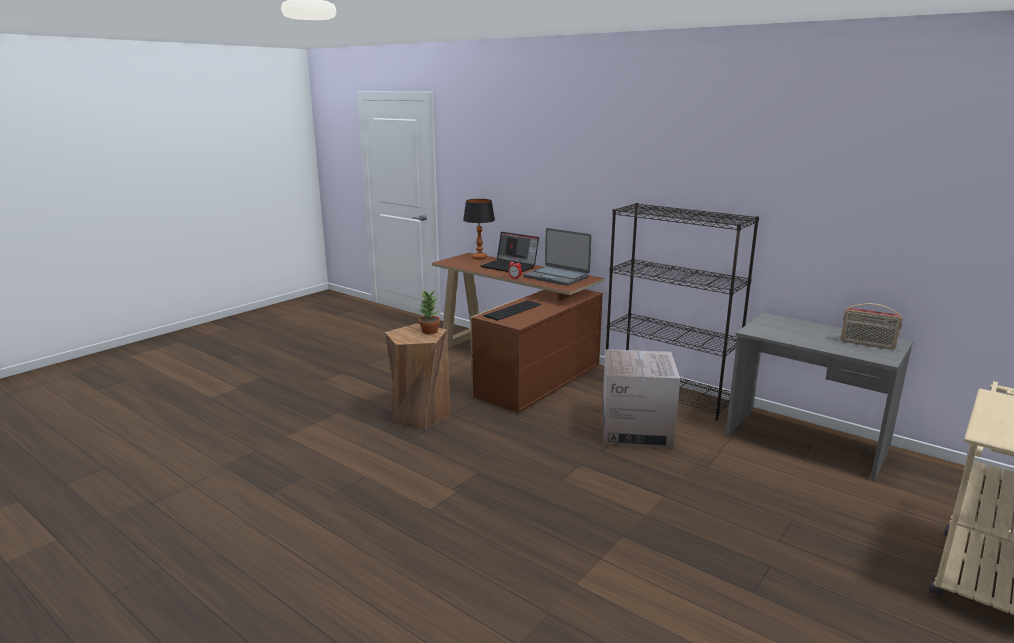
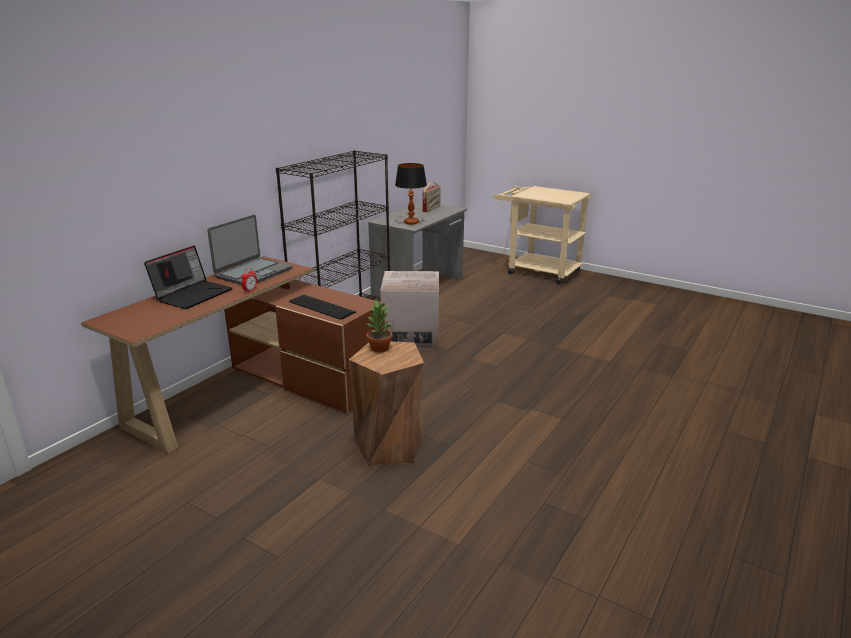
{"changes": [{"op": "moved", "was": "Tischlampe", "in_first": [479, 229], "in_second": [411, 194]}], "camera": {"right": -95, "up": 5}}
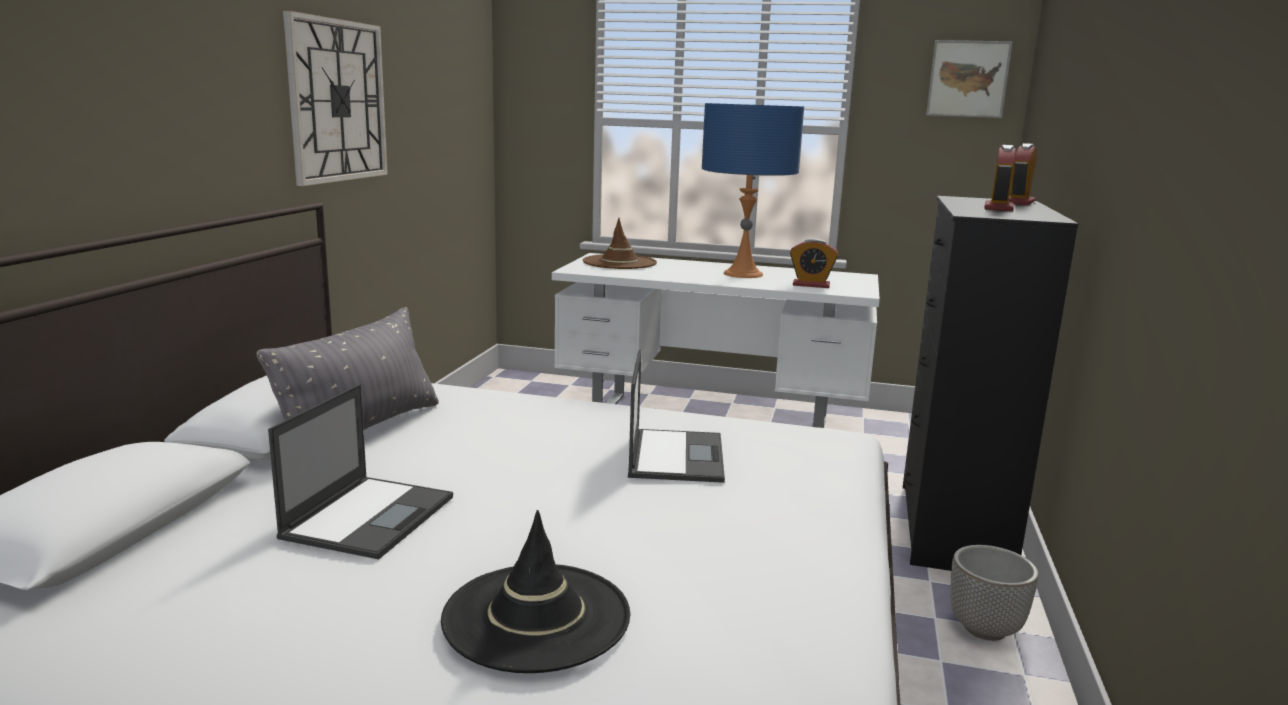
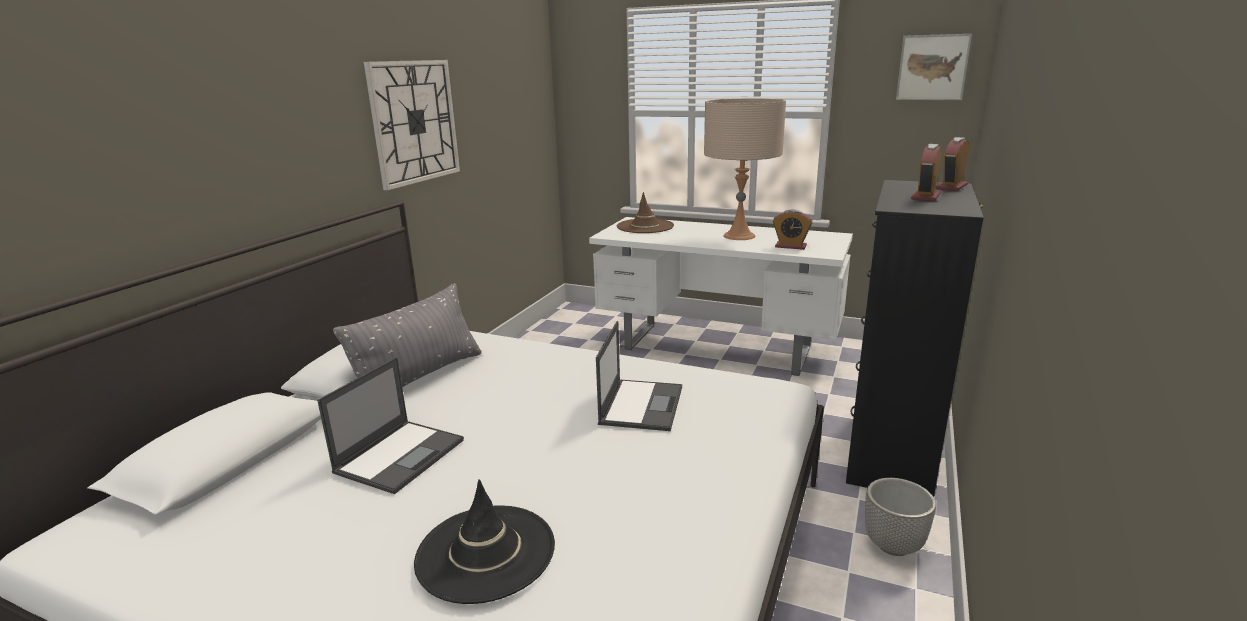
{"changes": [{"op": "recoloured", "was": "Tischlampe [blau]", "now": "Tischlampe [beige]", "in_first": [753, 190], "in_second": [745, 169]}], "camera": {"right": 10, "up": 5}}
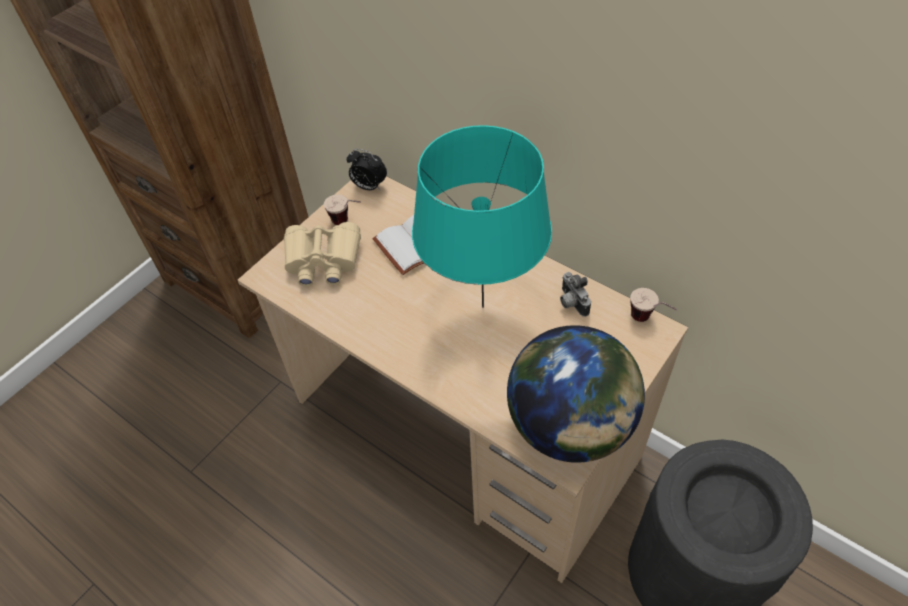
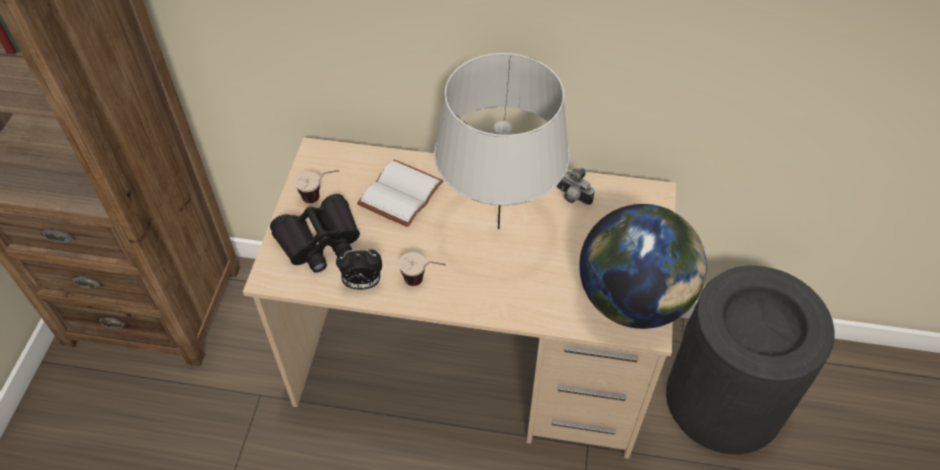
{"changes": [{"op": "moved", "was": "Wecker", "in_first": [366, 169], "in_second": [359, 269]}, {"op": "moved", "was": "Tasse", "in_first": [653, 305], "in_second": [422, 269]}, {"op": "recoloured", "was": "Fernglas [beige]", "now": "Fernglas [schwarz]", "in_first": [322, 254], "in_second": [315, 233]}, {"op": "recoloured", "was": "Tischlampe [türkis]", "now": "Tischlampe [grau]", "in_first": [482, 216], "in_second": [501, 141]}], "camera": {"right": -30, "up": 0}}
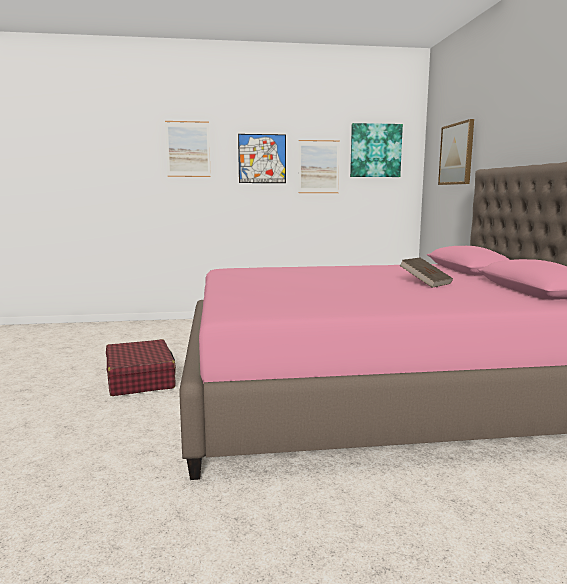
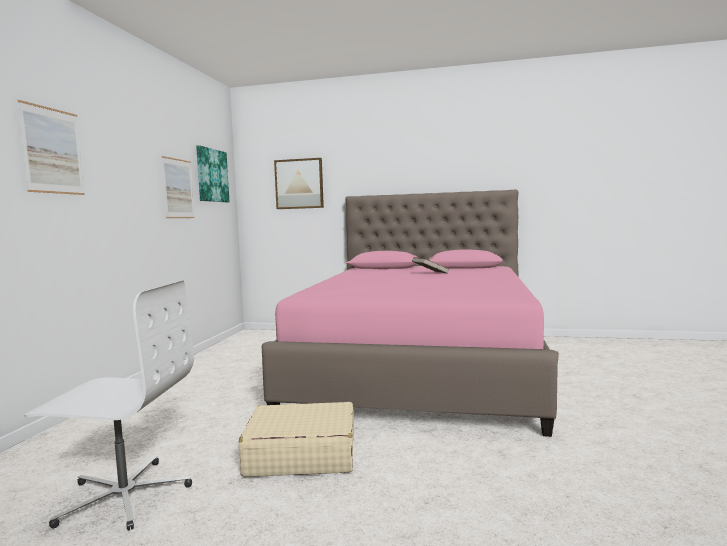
{"changes": [{"op": "removed", "was": "Bild", "in_first": [262, 158]}, {"op": "added", "now": "Bürostuhl [weiß]", "in_second": [109, 405]}, {"op": "recoloured", "was": "Koffer [rot]", "now": "Koffer [beige]", "in_first": [141, 367], "in_second": [296, 439]}], "camera": {"right": -70, "up": -5}}
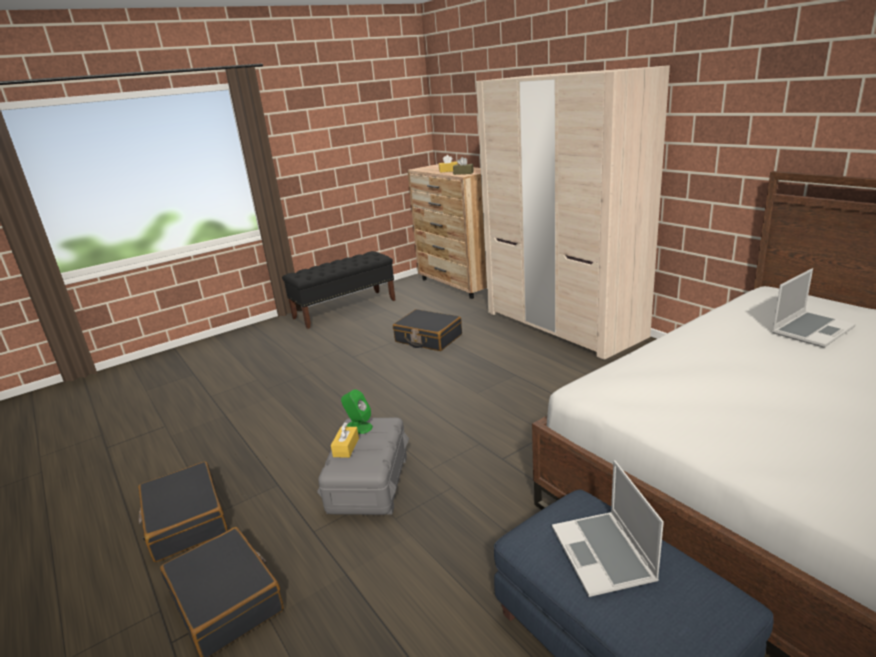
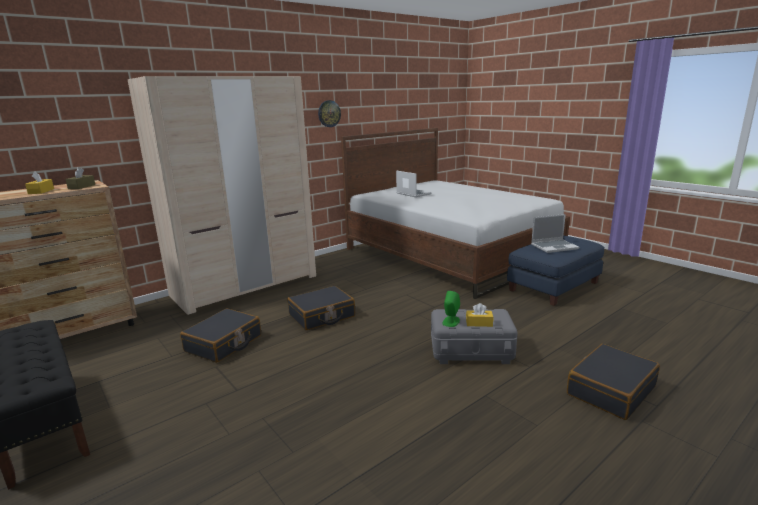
{"changes": [{"op": "added", "now": "Wanduhr", "in_second": [329, 113]}, {"op": "moved", "was": "Koffer [schwarz]", "in_first": [183, 511], "in_second": [321, 308]}], "camera": {"right": -95, "up": -5}}
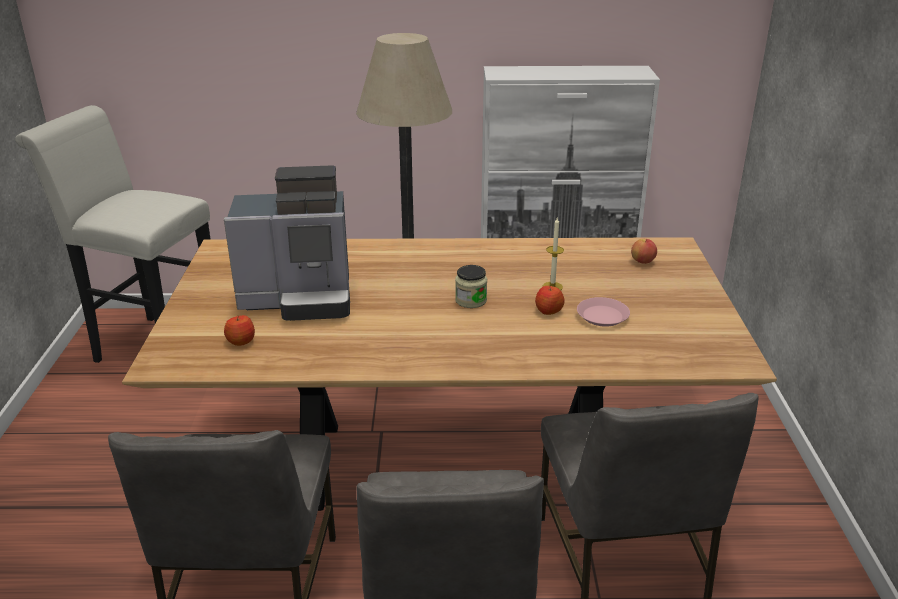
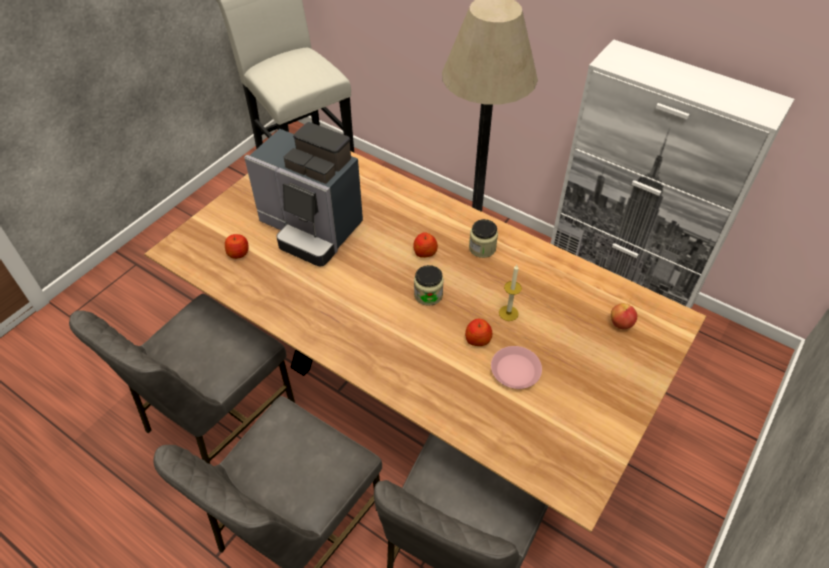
{"changes": [{"op": "added", "now": "Apfel", "in_second": [425, 245]}, {"op": "added", "now": "Vorratsglas", "in_second": [483, 238]}], "camera": {"right": 35, "up": 20}}
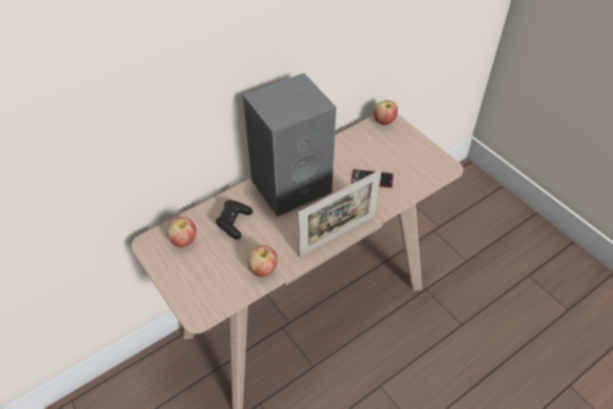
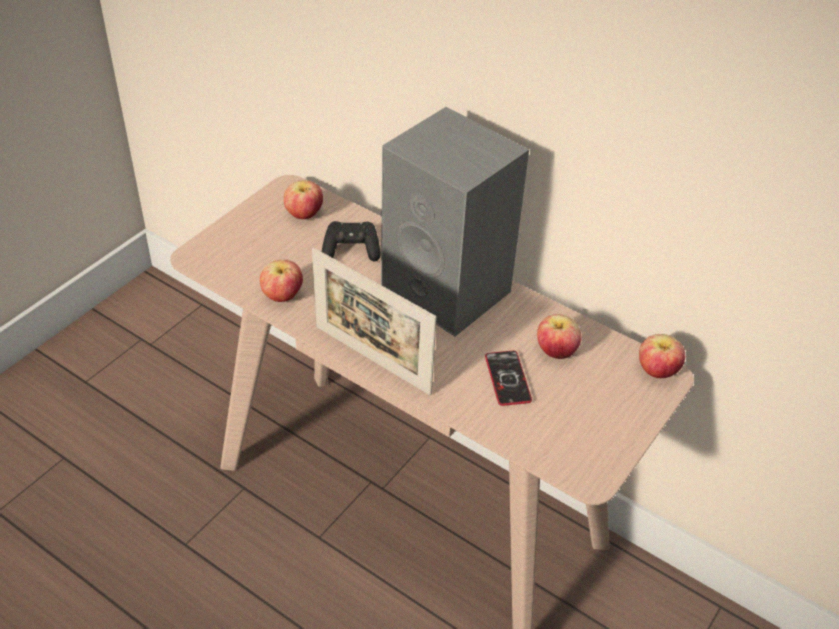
{"changes": [{"op": "added", "now": "Apfel", "in_second": [559, 336]}], "camera": {"right": 70, "up": -5}}
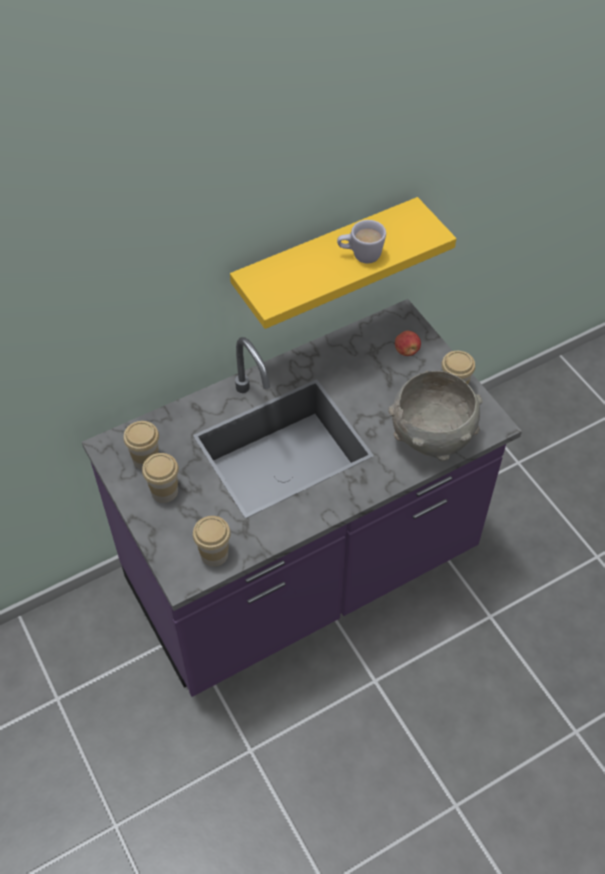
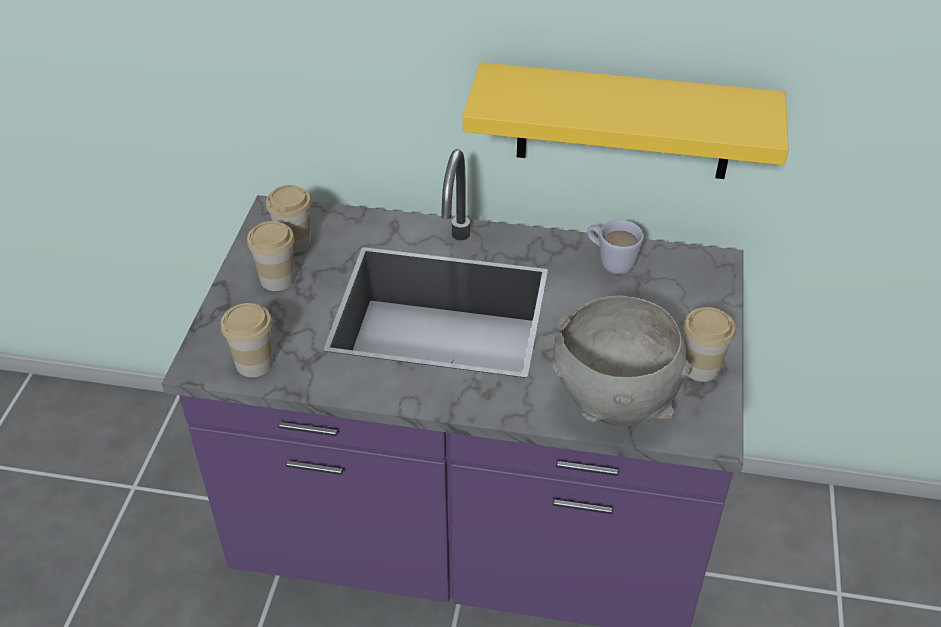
{"changes": [{"op": "removed", "was": "Apfel", "in_first": [408, 343]}, {"op": "moved", "was": "Henkelbecher [weiß]", "in_first": [361, 242], "in_second": [615, 247]}], "camera": {"right": 40, "up": -10}}
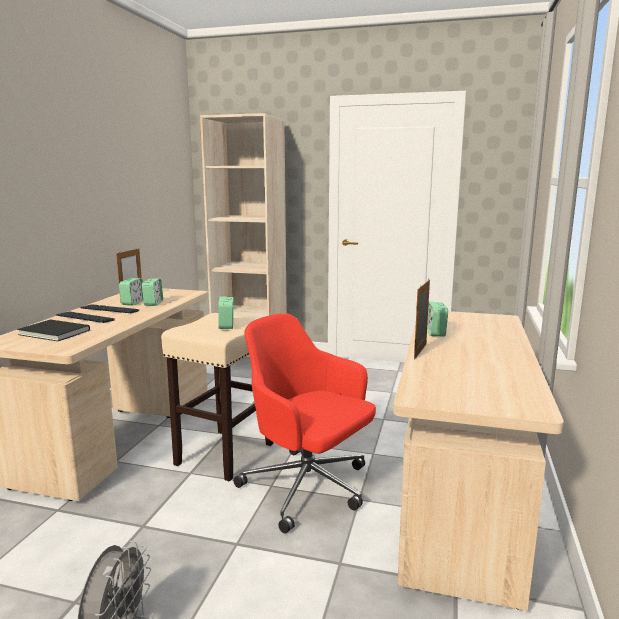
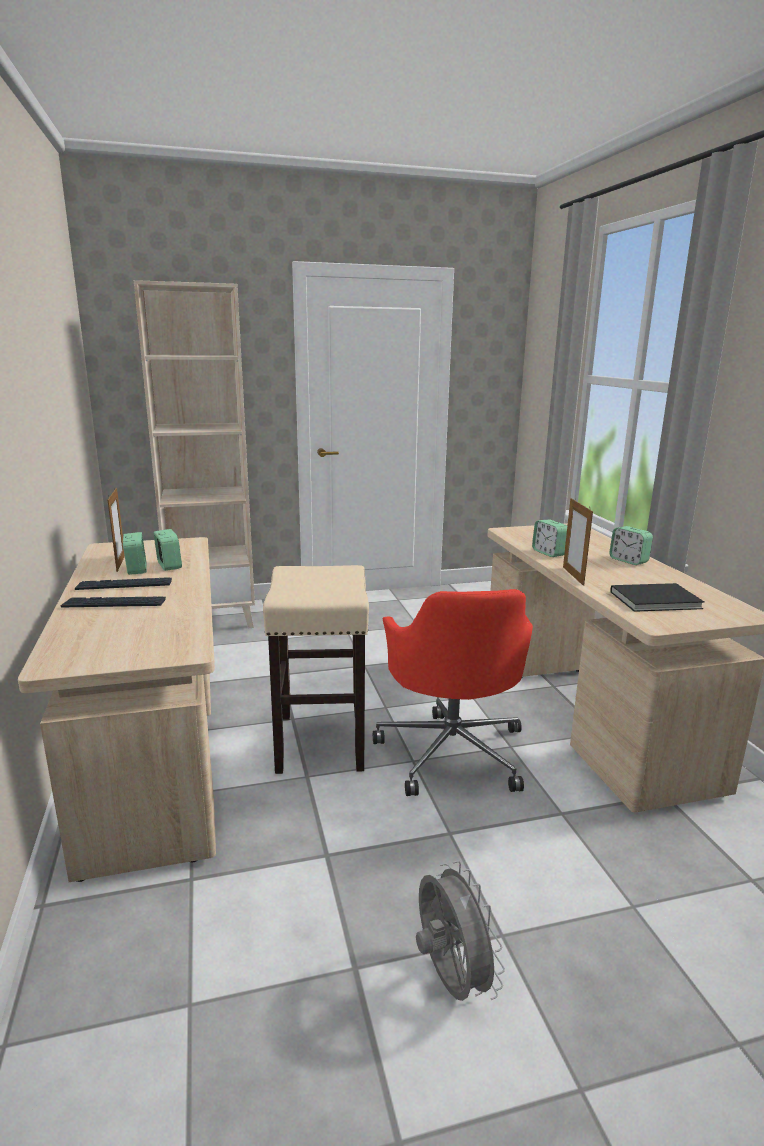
{"changes": [{"op": "moved", "was": "Buch [schwarz]", "in_first": [53, 330], "in_second": [657, 597]}, {"op": "moved", "was": "Wecker", "in_first": [226, 312], "in_second": [631, 545]}, {"op": "turned", "was": "Bürostuhl [rot]", "in_first": [304, 423], "in_second": [453, 692], "clockwise": -105}], "camera": {"right": -30, "up": 5}}
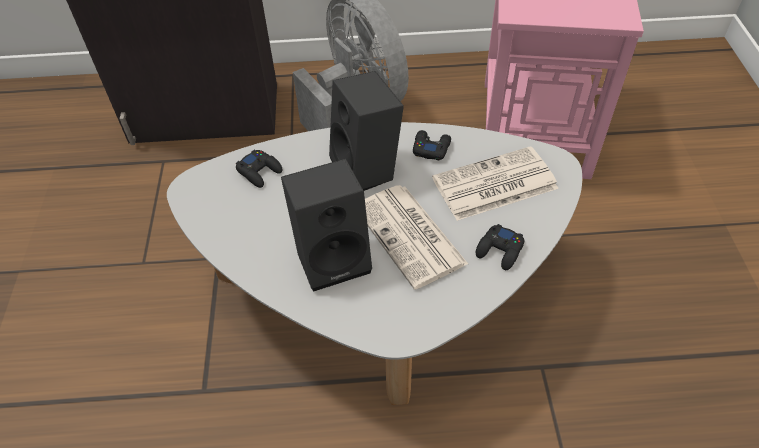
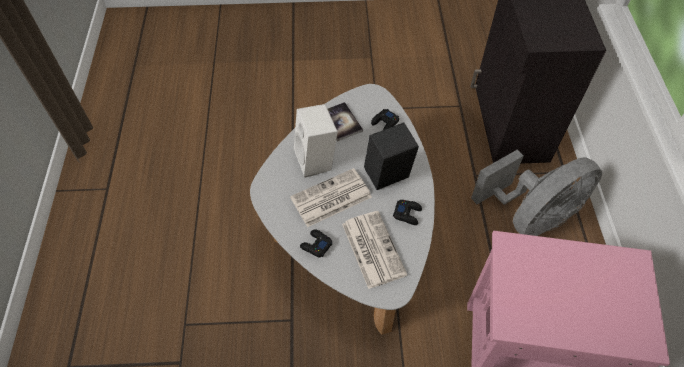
{"changes": [{"op": "added", "now": "Buch", "in_second": [345, 122]}, {"op": "recoloured", "was": "Lautsprecher [schwarz]", "now": "Lautsprecher [weiß]", "in_first": [326, 225], "in_second": [316, 141]}], "camera": {"right": 90, "up": 5}}
